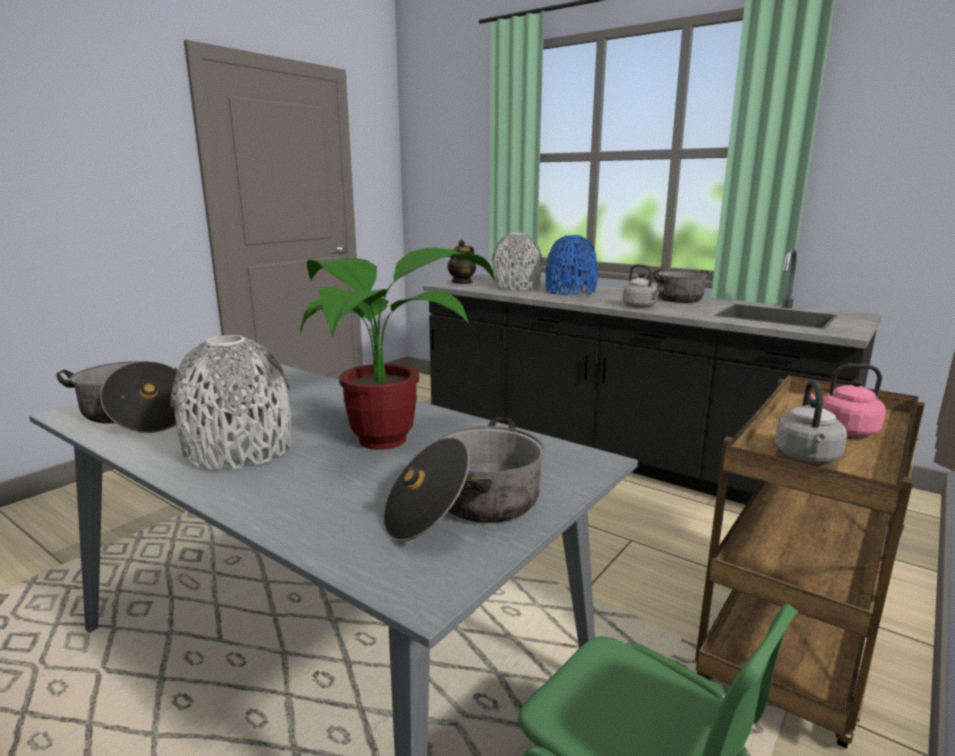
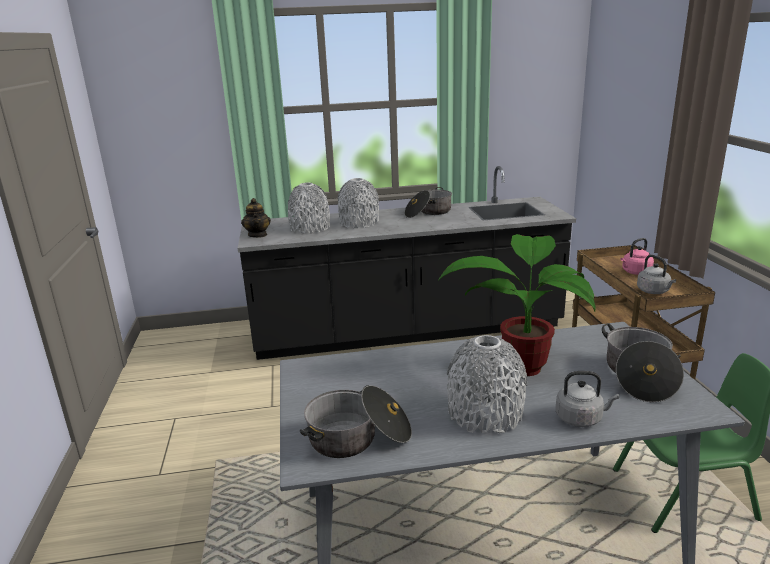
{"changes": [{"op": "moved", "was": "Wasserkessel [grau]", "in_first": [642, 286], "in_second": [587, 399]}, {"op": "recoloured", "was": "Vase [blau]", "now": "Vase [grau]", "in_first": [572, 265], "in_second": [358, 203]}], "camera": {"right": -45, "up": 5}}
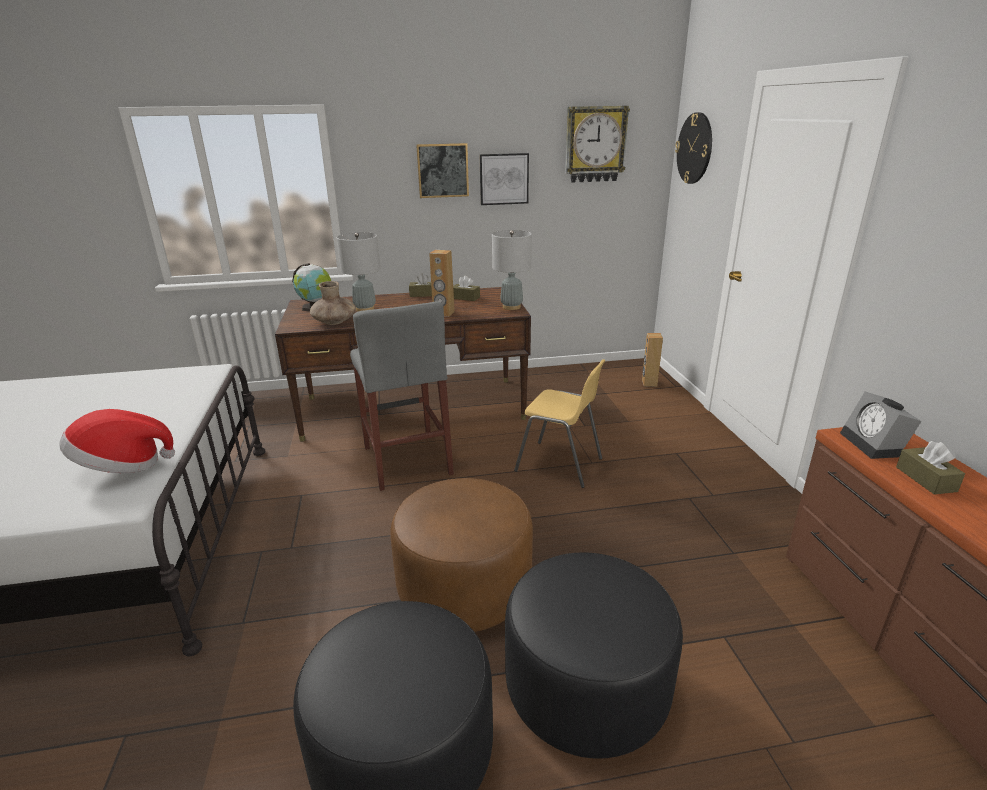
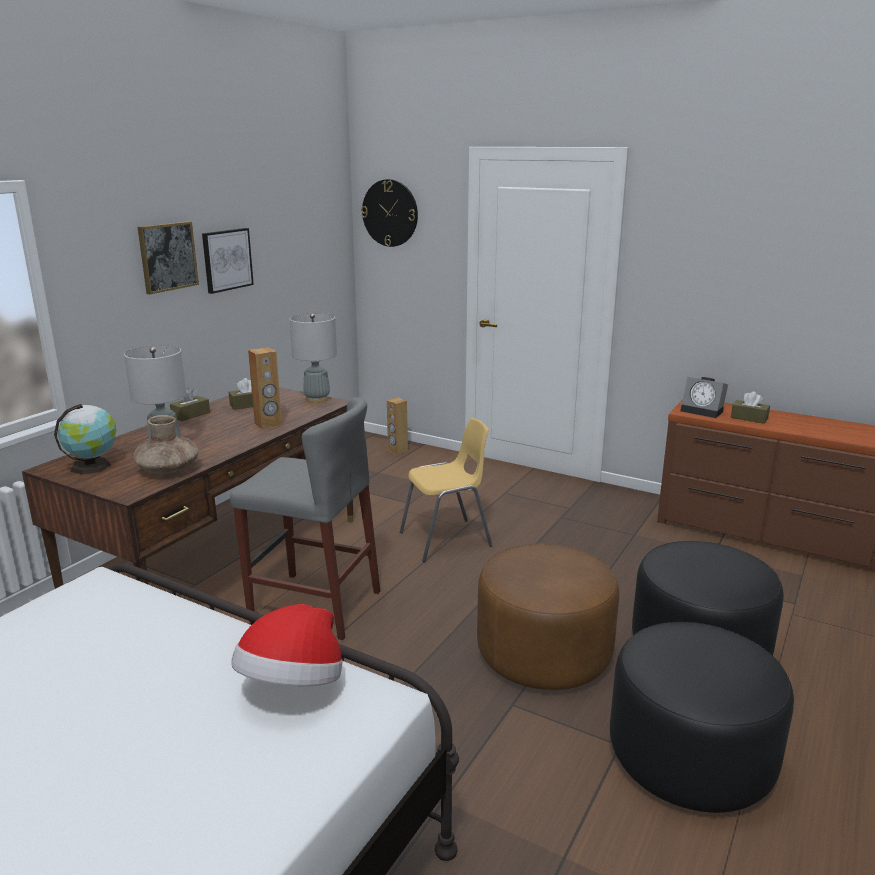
{"changes": [{"op": "removed", "was": "Wanduhr", "in_first": [597, 144]}], "camera": {"right": -50, "up": -5}}
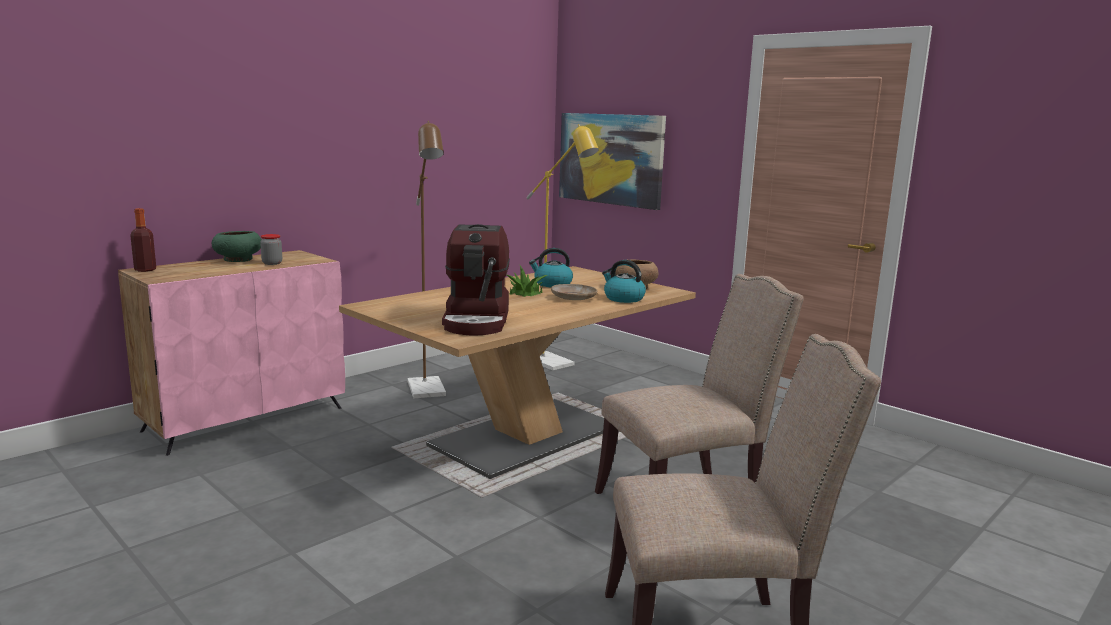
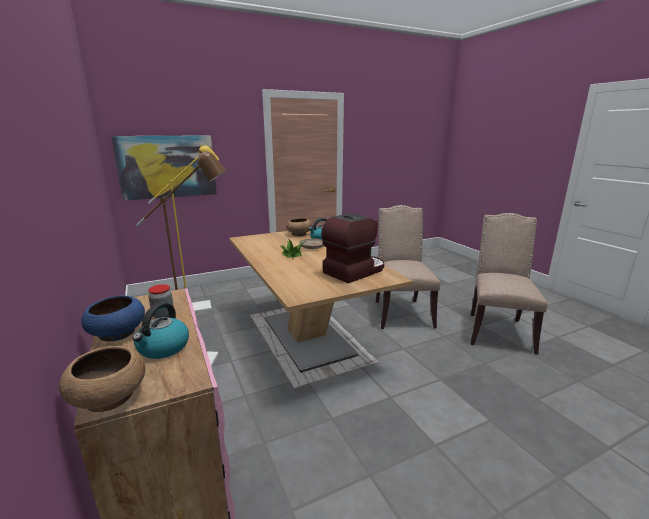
{"changes": [{"op": "moved", "was": "Wasserkessel", "in_first": [551, 267], "in_second": [160, 330]}, {"op": "replaced", "was": "Flasche", "now": "Schüssel [braun]", "in_first": [143, 240], "in_second": [102, 379]}, {"op": "recoloured", "was": "Schüssel [grün]", "now": "Schüssel [blau]", "in_first": [237, 246], "in_second": [113, 318]}, {"op": "turned", "was": "Kaffeemaschine", "in_first": [476, 279], "in_second": [352, 248], "clockwise": -60}], "camera": {"right": -70, "up": 5}}
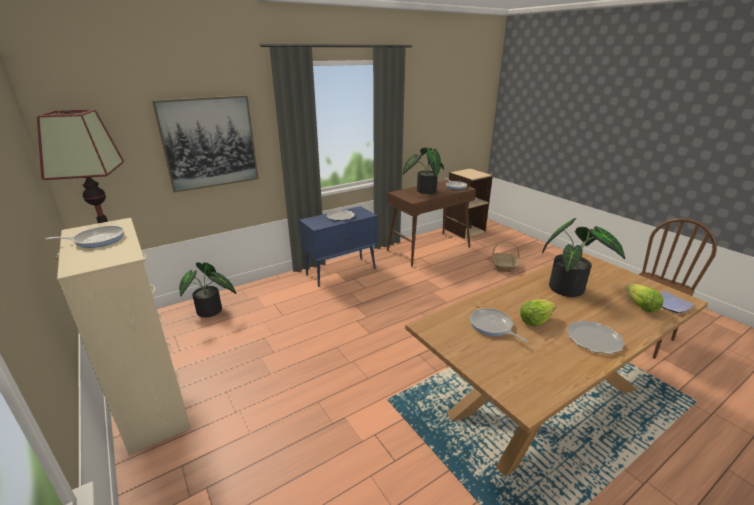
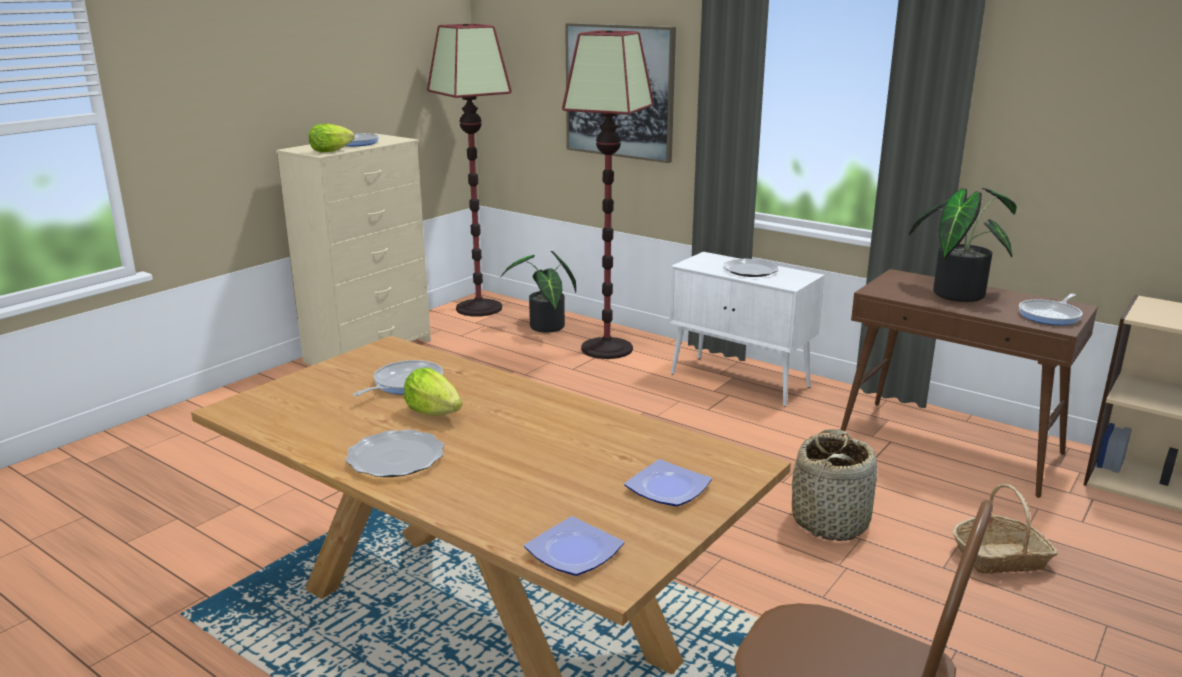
{"changes": [{"op": "removed", "was": "Topfpflanze", "in_first": [583, 257]}, {"op": "added", "now": "Stehlampe", "in_second": [608, 194]}, {"op": "added", "now": "Teller", "in_second": [668, 483]}, {"op": "added", "now": "Korb", "in_second": [834, 485]}, {"op": "moved", "was": "Salatkopf", "in_first": [644, 298], "in_second": [331, 138]}, {"op": "recoloured", "was": "Schrank [blau]", "now": "Schrank [weiß]", "in_first": [338, 246], "in_second": [747, 329]}], "camera": {"right": 70, "up": -5}}
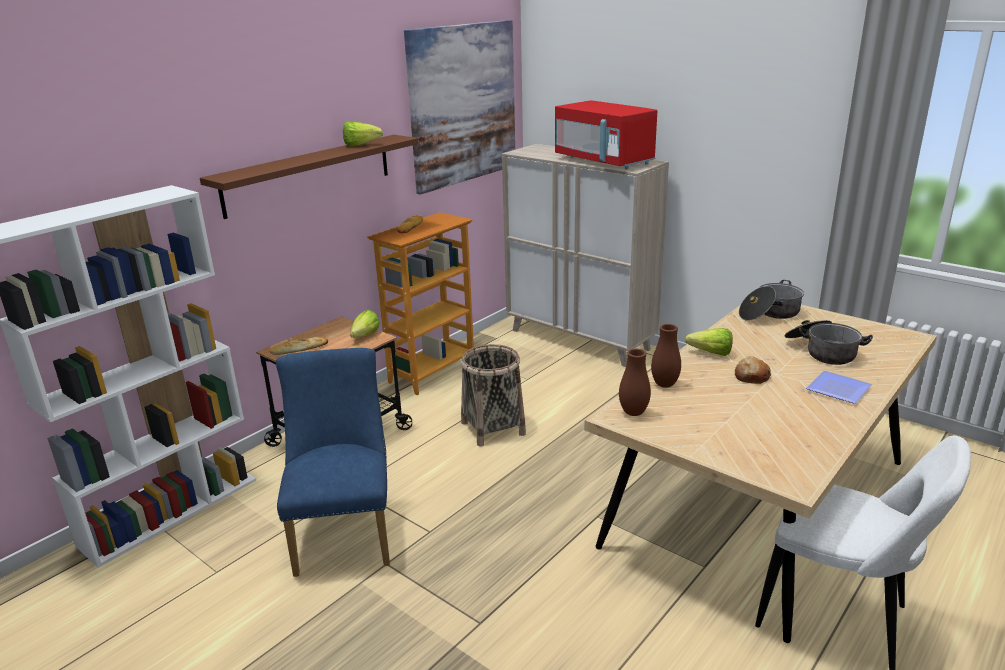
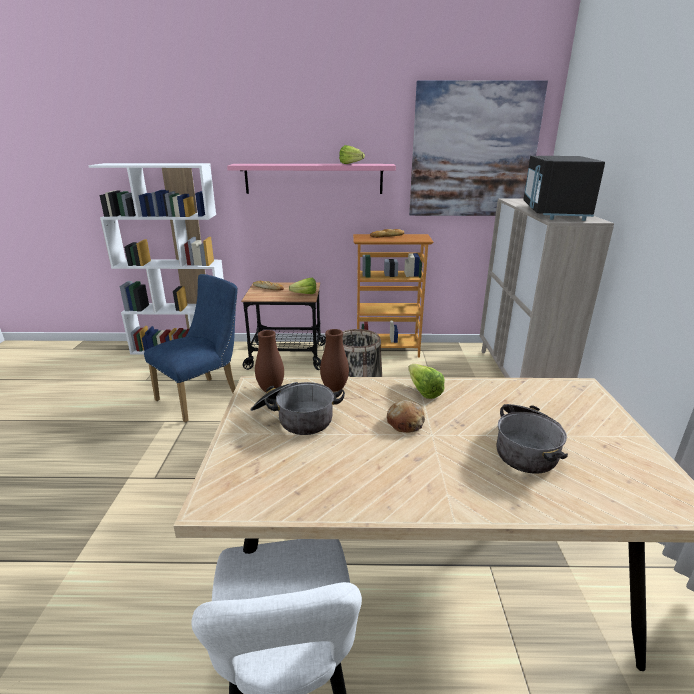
{"changes": [{"op": "removed", "was": "Teller", "in_first": [839, 387]}, {"op": "moved", "was": "Kochtopf", "in_first": [771, 300], "in_second": [297, 408]}, {"op": "recoloured", "was": "Wandregal [braun]", "now": "Wandregal [rosa]", "in_first": [309, 177], "in_second": [311, 179]}, {"op": "recoloured", "was": "Mikrowelle [rot]", "now": "Mikrowelle [schwarz]", "in_first": [606, 134], "in_second": [564, 188]}], "camera": {"right": 50, "up": 0}}
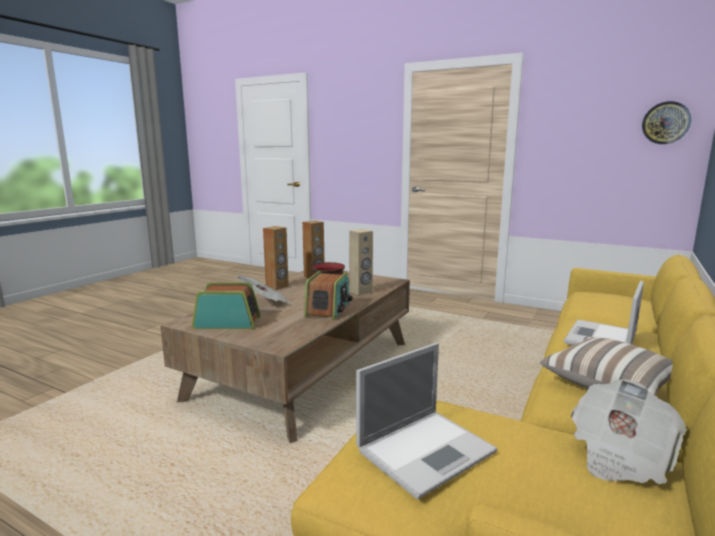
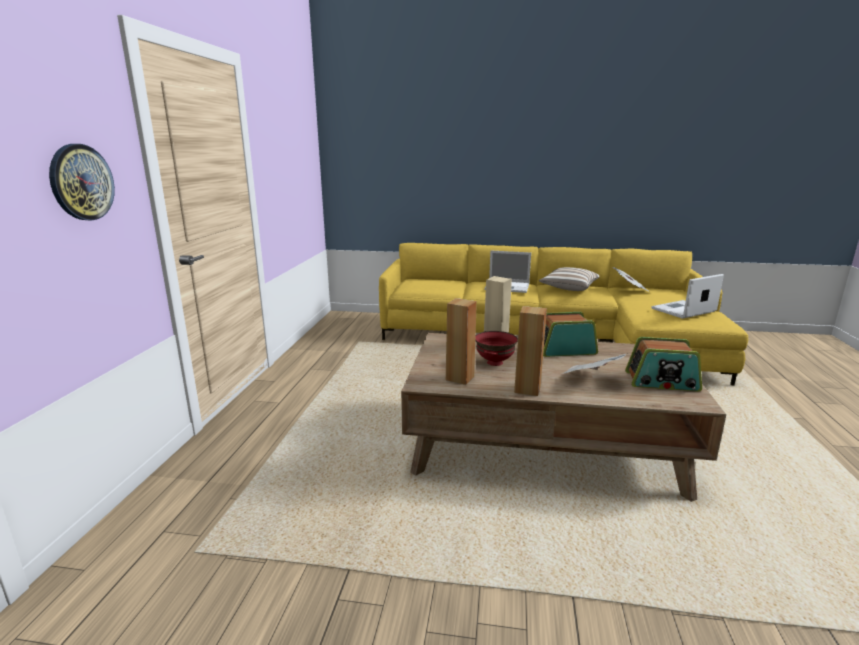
{"changes": [{"op": "moved", "was": "Wanduhr", "in_first": [666, 122], "in_second": [82, 182]}, {"op": "turned", "was": "Radio", "in_first": [226, 306], "in_second": [663, 364], "clockwise": -60}, {"op": "turned", "was": "Laptop", "in_first": [426, 421], "in_second": [688, 296], "clockwise": -60}], "camera": {"right": -110, "up": 5}}
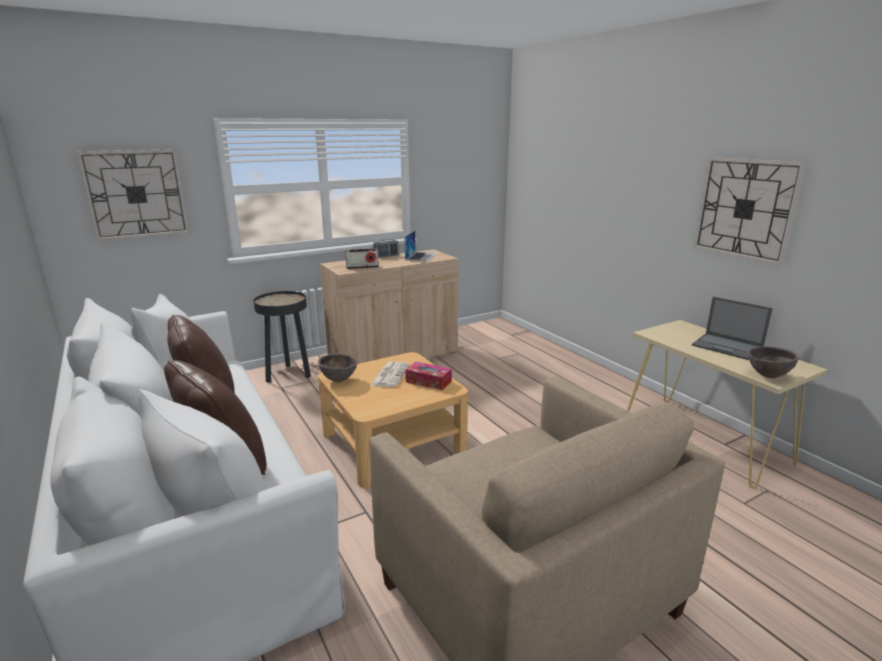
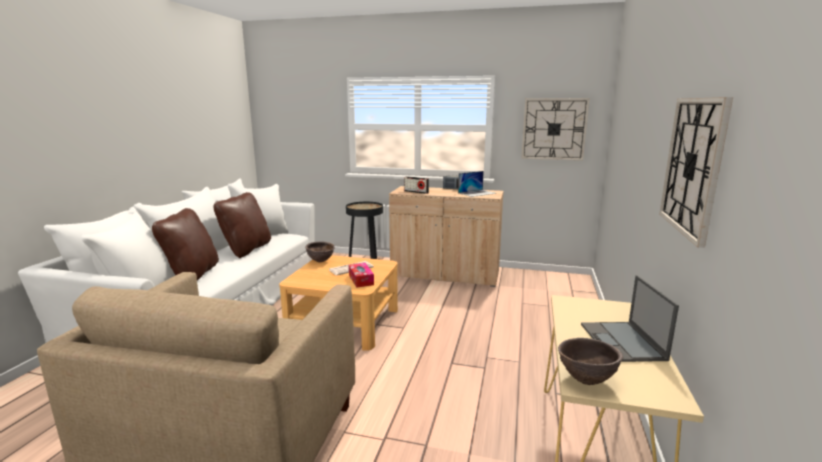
{"changes": [{"op": "moved", "was": "Wanduhr", "in_first": [132, 195], "in_second": [555, 129]}], "camera": {"right": 45, "up": -5}}
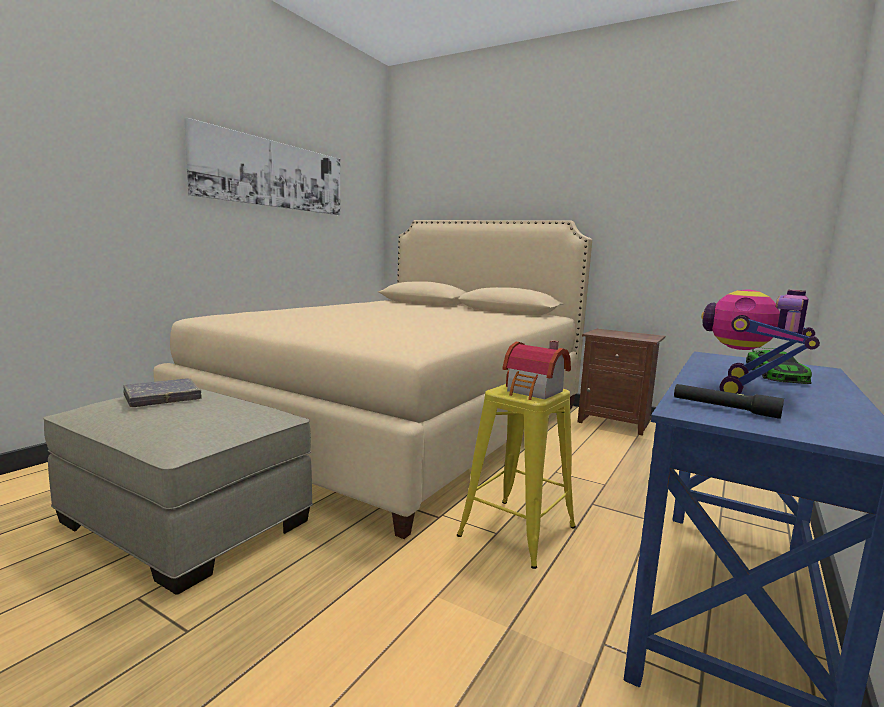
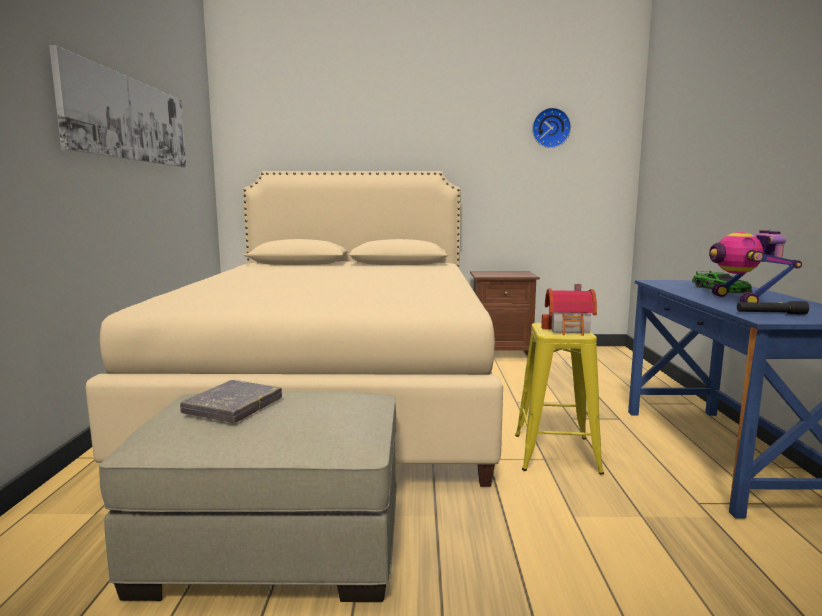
{"changes": [{"op": "added", "now": "Wanduhr", "in_second": [551, 128]}], "camera": {"right": -30, "up": 0}}
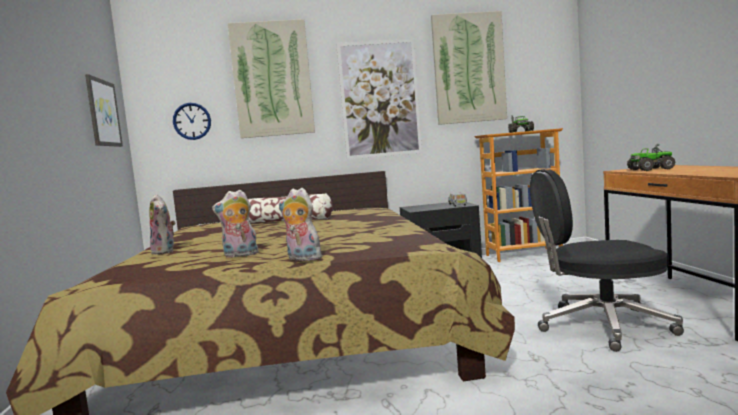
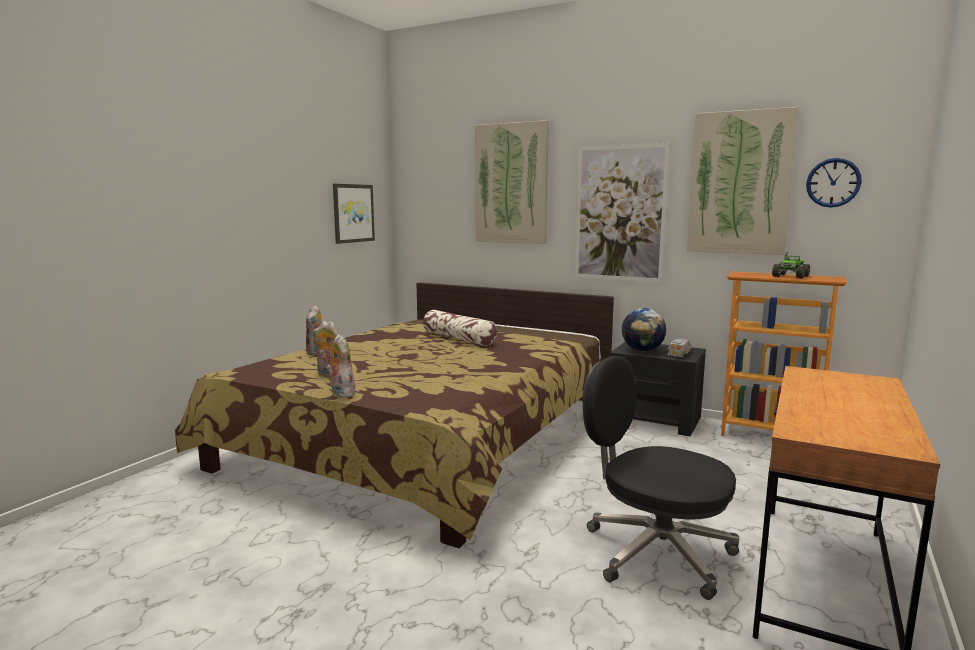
{"changes": [{"op": "removed", "was": "Spielzeuglaster", "in_first": [651, 157]}, {"op": "added", "now": "Globus", "in_second": [643, 329]}, {"op": "moved", "was": "Wanduhr", "in_first": [192, 121], "in_second": [834, 183]}], "camera": {"right": 35, "up": 5}}
